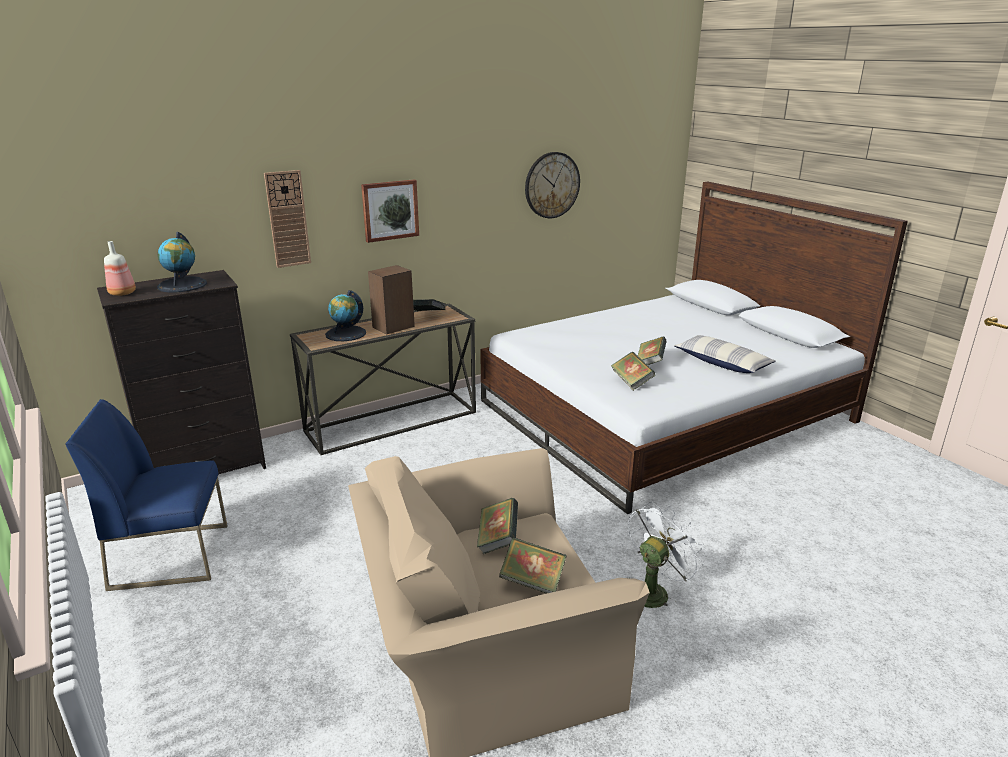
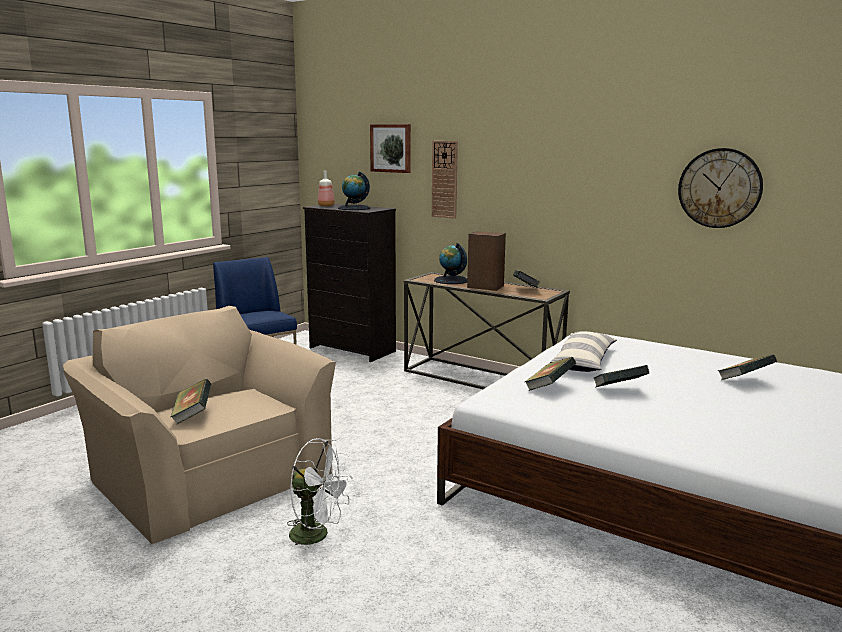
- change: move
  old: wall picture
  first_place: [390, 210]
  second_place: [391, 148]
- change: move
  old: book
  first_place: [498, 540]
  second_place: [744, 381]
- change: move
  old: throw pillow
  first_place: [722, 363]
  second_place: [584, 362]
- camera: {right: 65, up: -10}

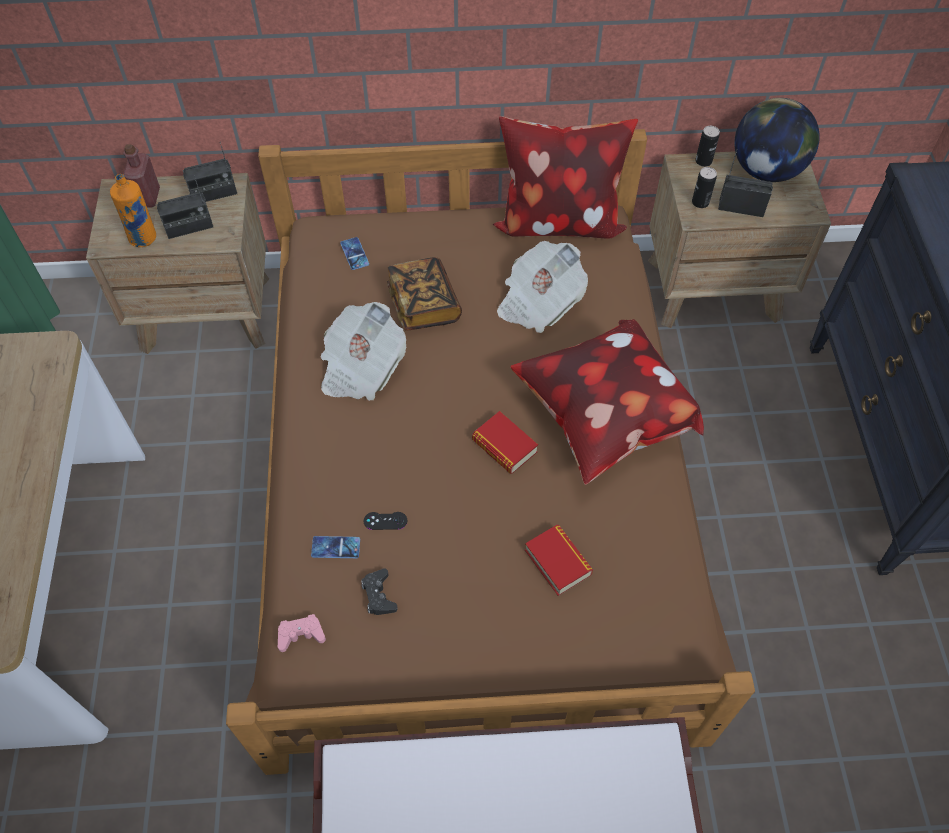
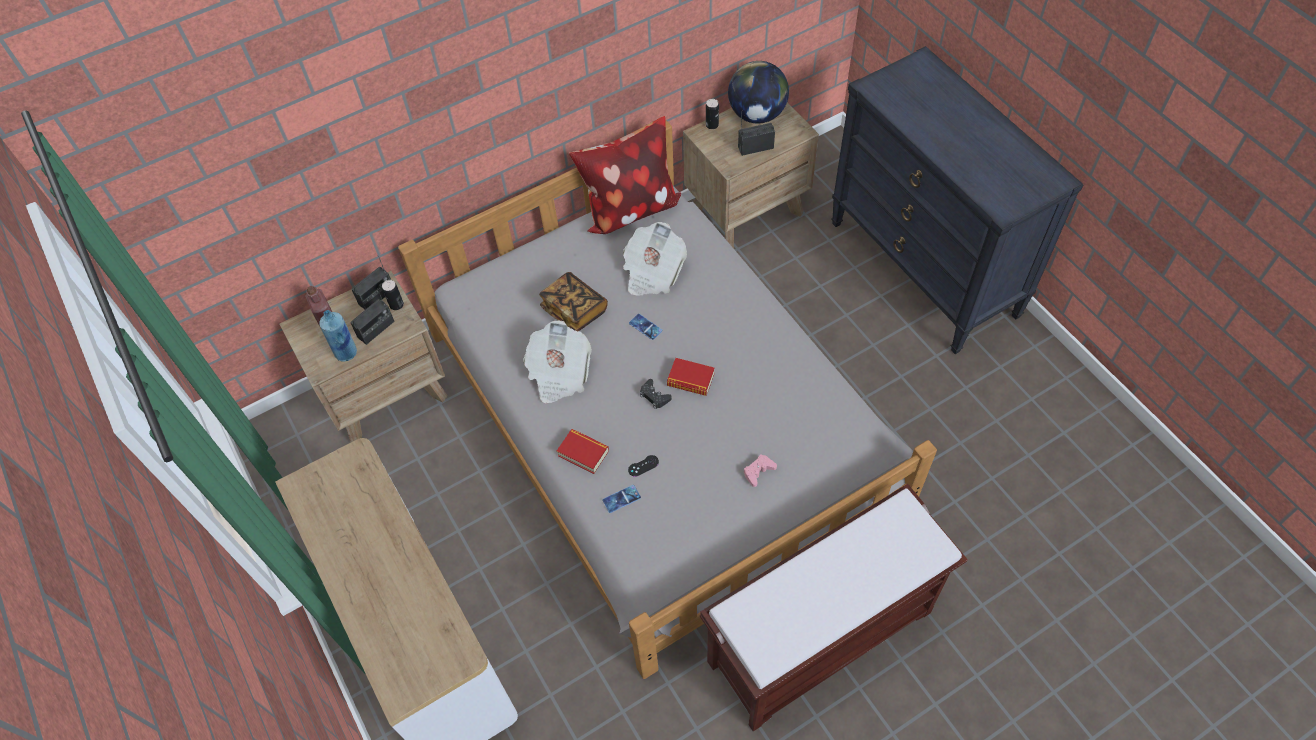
- change: recolor
  old: drink bottle/orange
  new: drink bottle/bluish
  first_place: [143, 238]
  second_place: [346, 352]
- change: recolor
  old: bedroom bed/brownish
  new: bedroom bed/greyish
  first_place: [472, 477]
  second_place: [660, 418]
- change: move
  old: joypad/pink-coloured
  first_place: [301, 634]
  second_place: [758, 471]
- change: move
  old: phone
  first_place: [354, 254]
  second_place: [645, 327]
- change: move
  old: joypad/blackish
  first_place: [379, 595]
  second_place: [654, 396]
- change: delete
  old: throw pillow
  first_place: [602, 423]
- change: move
  old: book
  first_place: [557, 562]
  second_place: [583, 453]
- change: move
  old: can
  first_place: [700, 202]
  second_place: [396, 305]
- camera: {right: -25, up: 0}

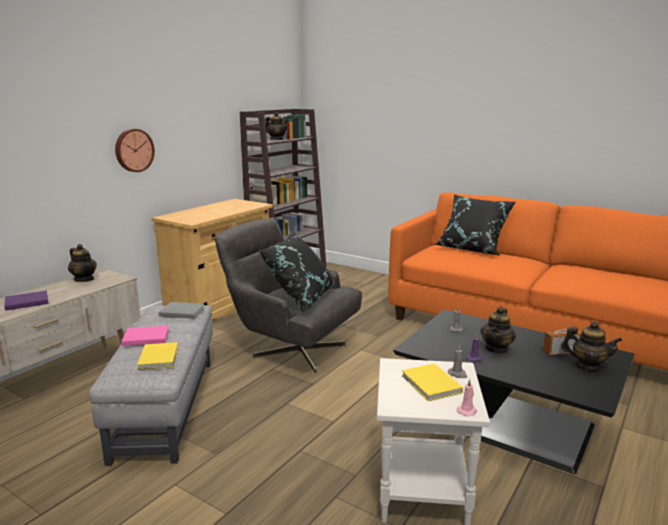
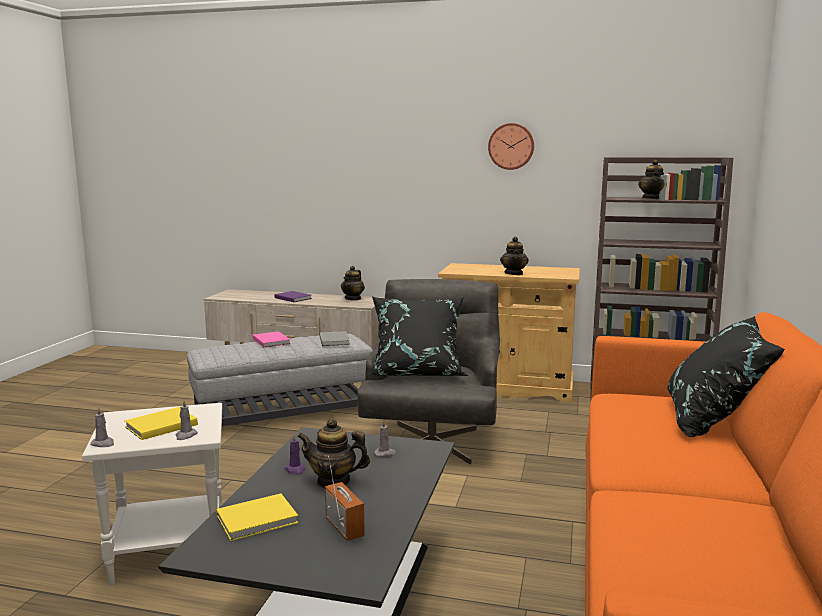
- change: move
  old: wall clock
  first_place: [133, 150]
  second_place: [511, 146]
- change: move
  old: book/yellowish
  first_place: [159, 357]
  second_place: [259, 520]
- change: recolor
  old: wax candle/pink-coloured
  new: wax candle/greyish
  first_place: [467, 411]
  second_place: [103, 444]
- change: move
  old: teapot
  first_place: [587, 366]
  second_place: [514, 273]
- camera: {right: 70, up: -5}

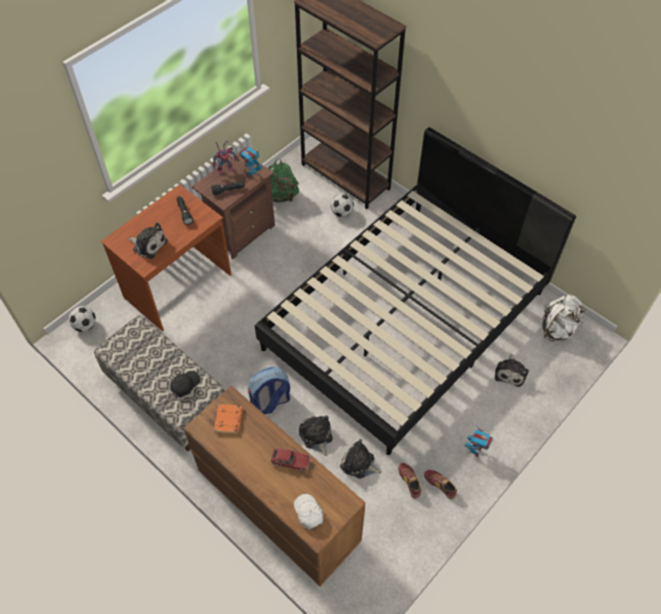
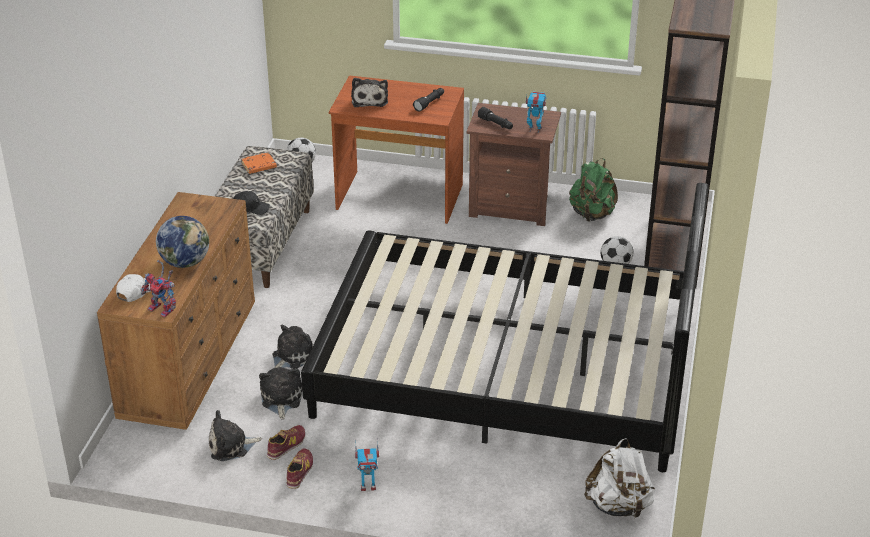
- change: move
  old: toy robot
  first_place: [226, 168]
  second_place: [164, 310]
- change: move
  old: book/orange
  first_place: [229, 420]
  second_place: [259, 166]
- change: delete
  old: rucksack
  first_place: [270, 402]
- change: replace
  old: miniature car
  new: desk globe
  first_place: [290, 461]
  second_place: [185, 262]
- change: move
  old: soft toy
  first_place: [510, 372]
  second_place: [231, 446]
- camera: {right: 60, up: -20}

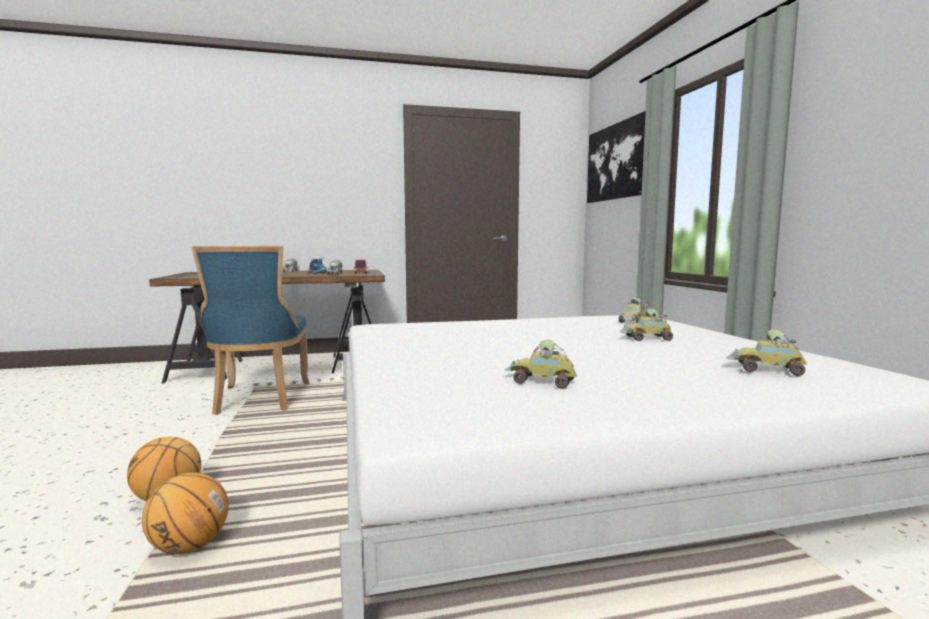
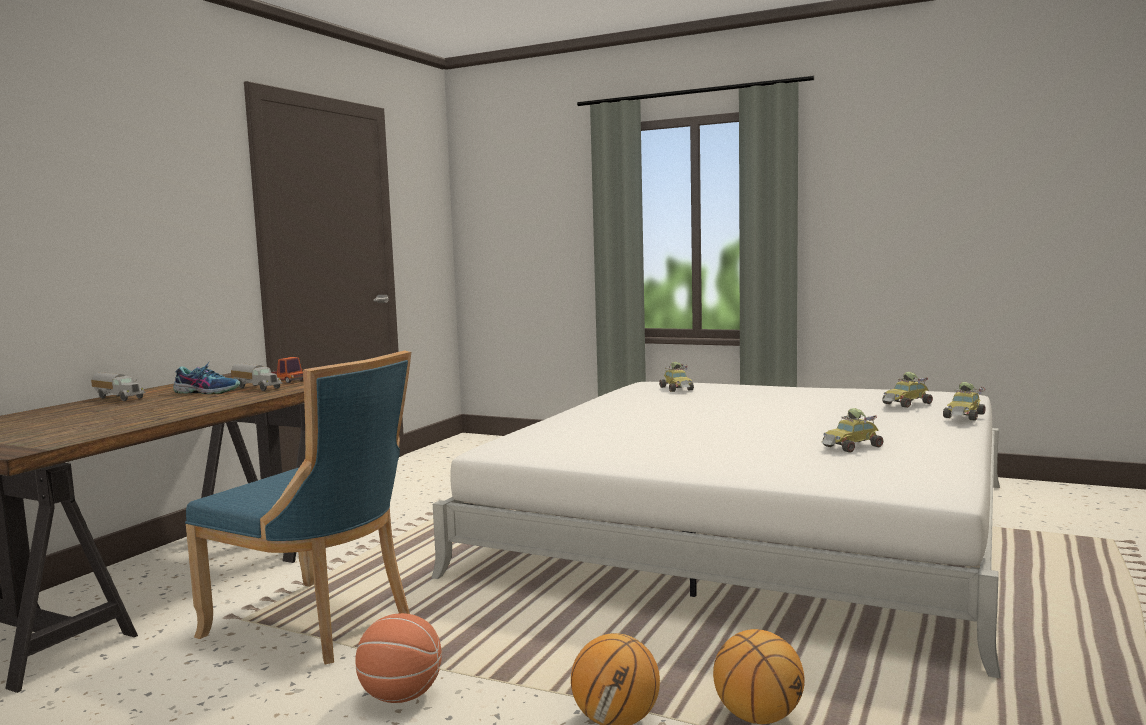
- change: delete
  old: wall picture
  first_place: [617, 161]
- change: move
  old: miniature car
  first_place: [647, 338]
  second_place: [964, 416]
- change: insert
  new: basketball ball
  second_place: [400, 696]
- camera: {right: -50, up: 0}

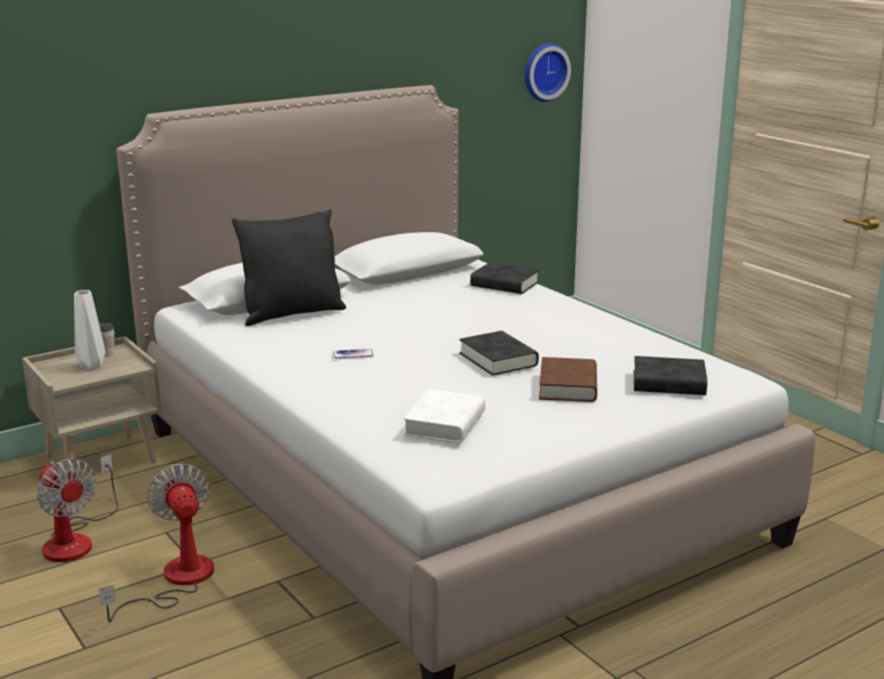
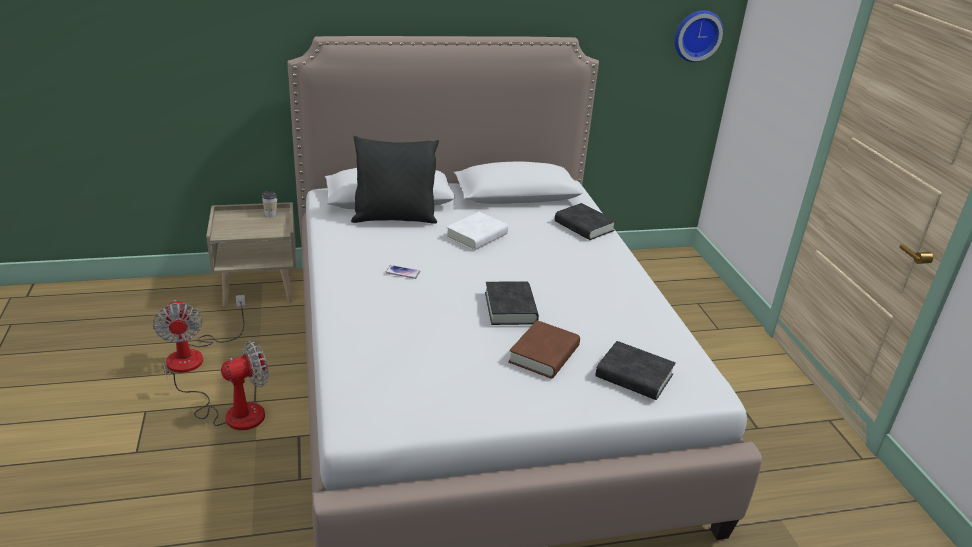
- change: delete
  old: flower vase/whitish
  first_place: [91, 366]
- change: rotate
  old: cooling fan
  first_place: [176, 581]
  second_place: [232, 413]
  degrees: 60
- change: move
  old: book/whitish
  first_place: [445, 424]
  second_place: [477, 236]
- camera: {right: 20, up: 10}

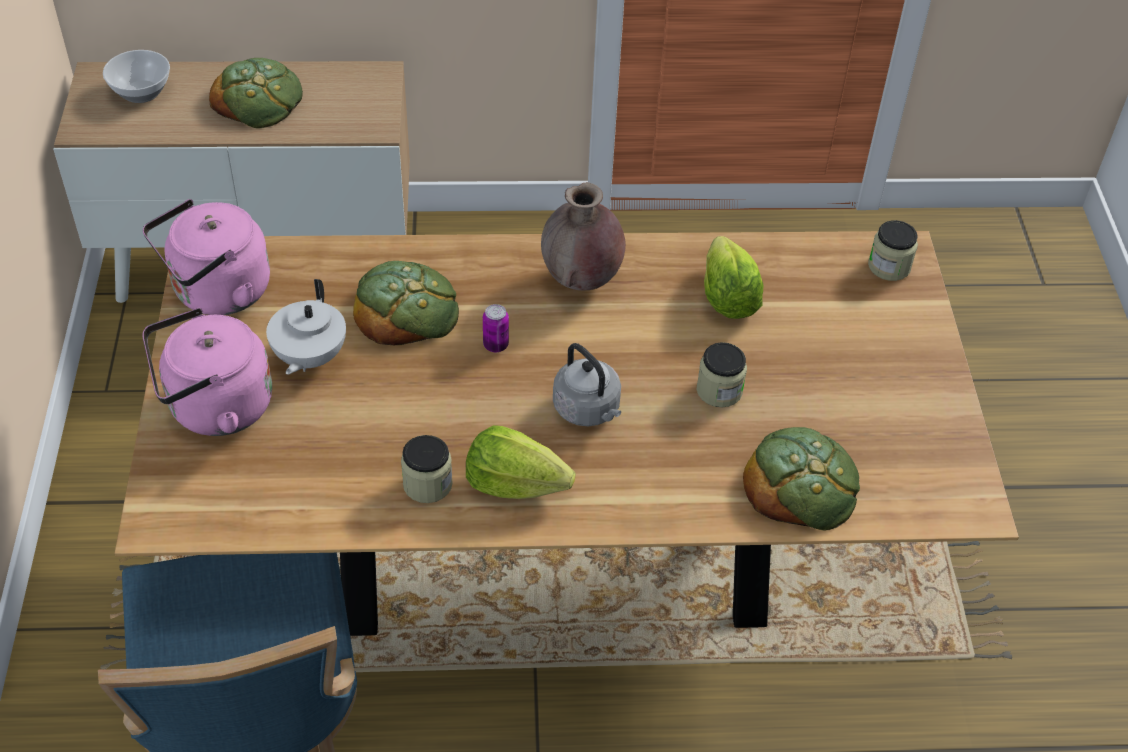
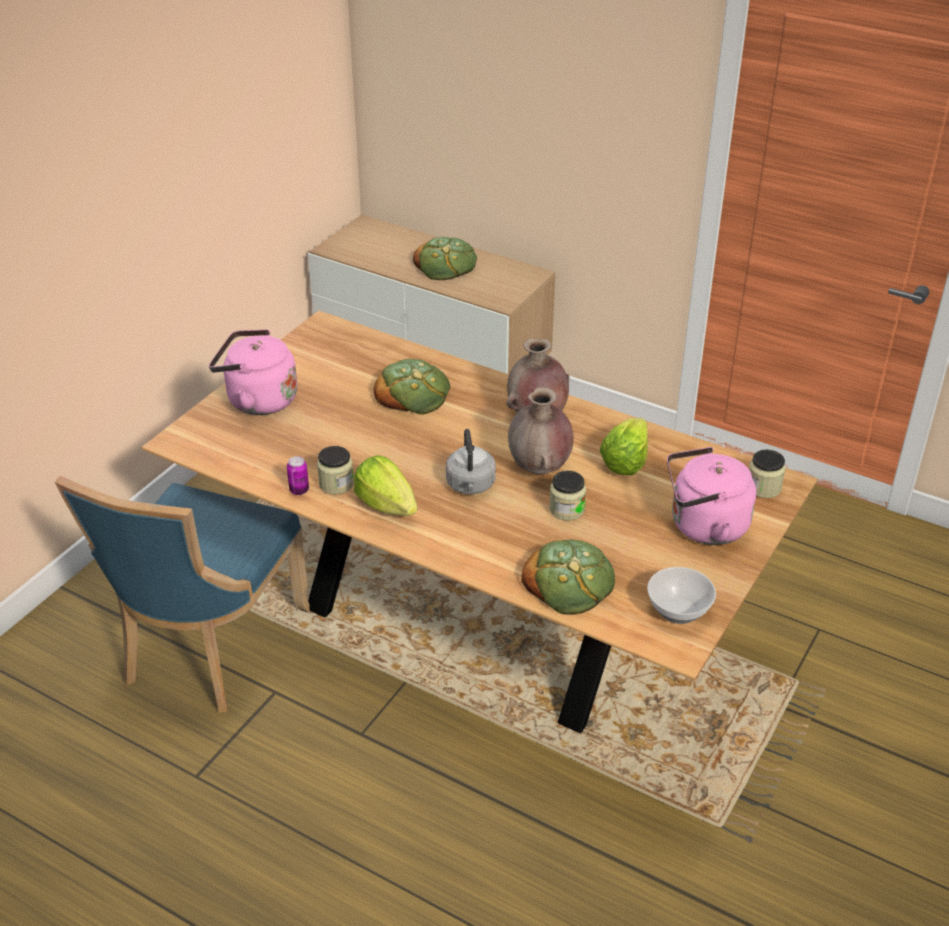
- change: move
  old: serving bowl
  first_place: [141, 91]
  second_place: [678, 609]
- change: move
  old: water kettle/pink-coloured
  first_place: [217, 293]
  second_place: [704, 526]
- change: delete
  old: teapot/whitish
  first_place: [309, 357]
- change: move
  old: can
  first_place: [495, 345]
  second_place: [299, 490]
- change: insert
  new: flower vase/brownish
  second_place: [539, 469]
- camera: {right: 35, up: -10}

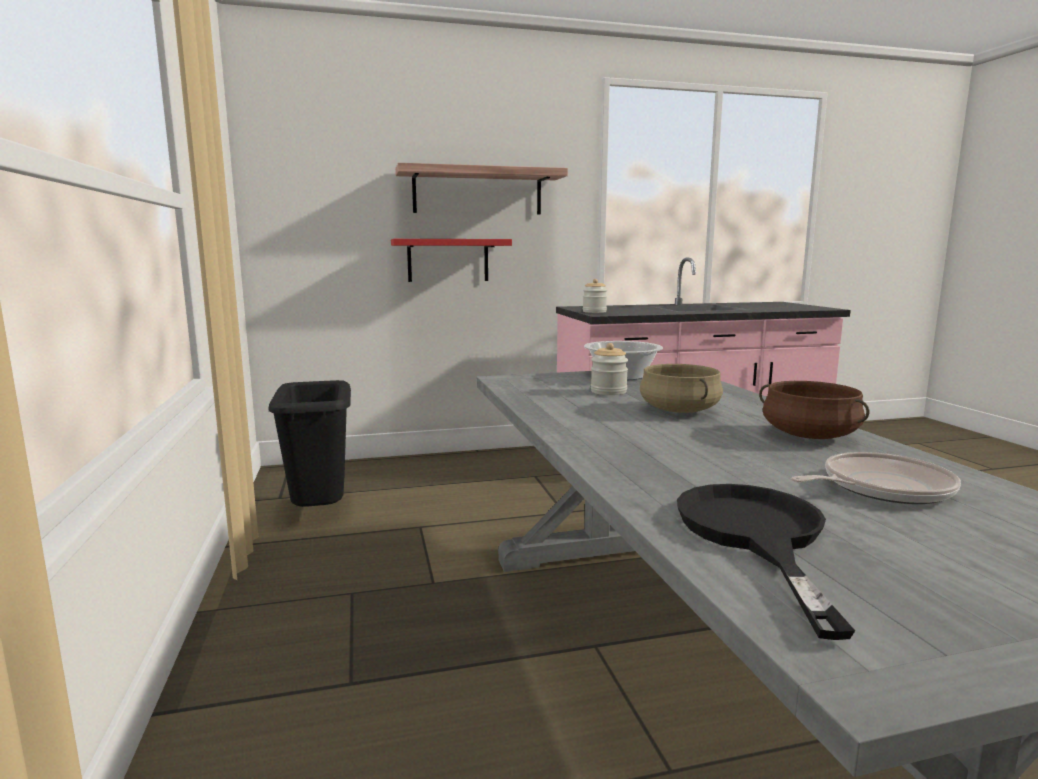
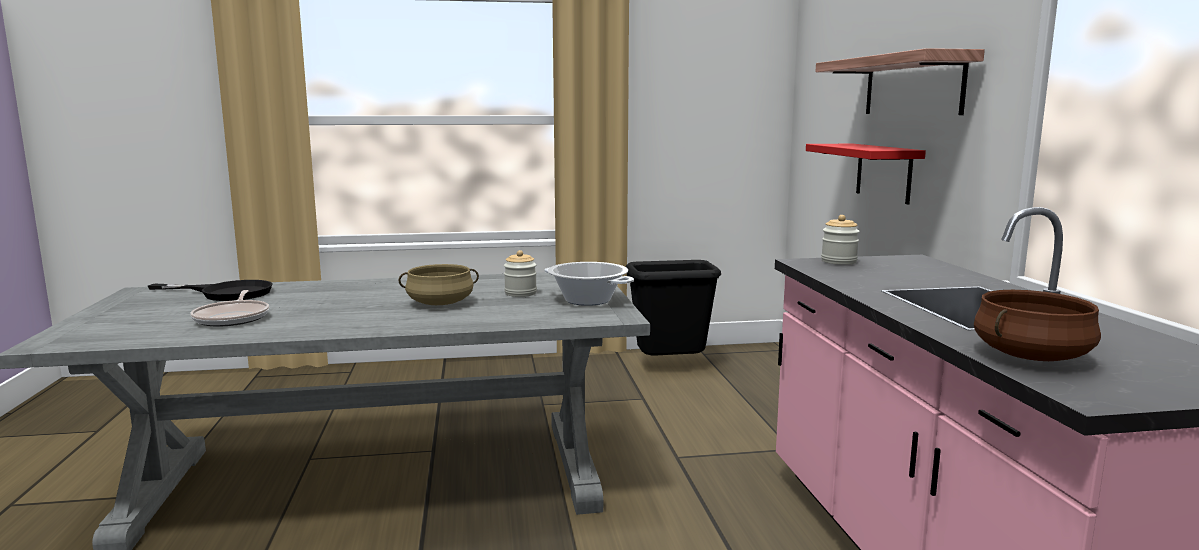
- change: move
  old: saucepot/brownish
  first_place: [809, 435]
  second_place: [1030, 355]
- camera: {right: 95, up: 0}

